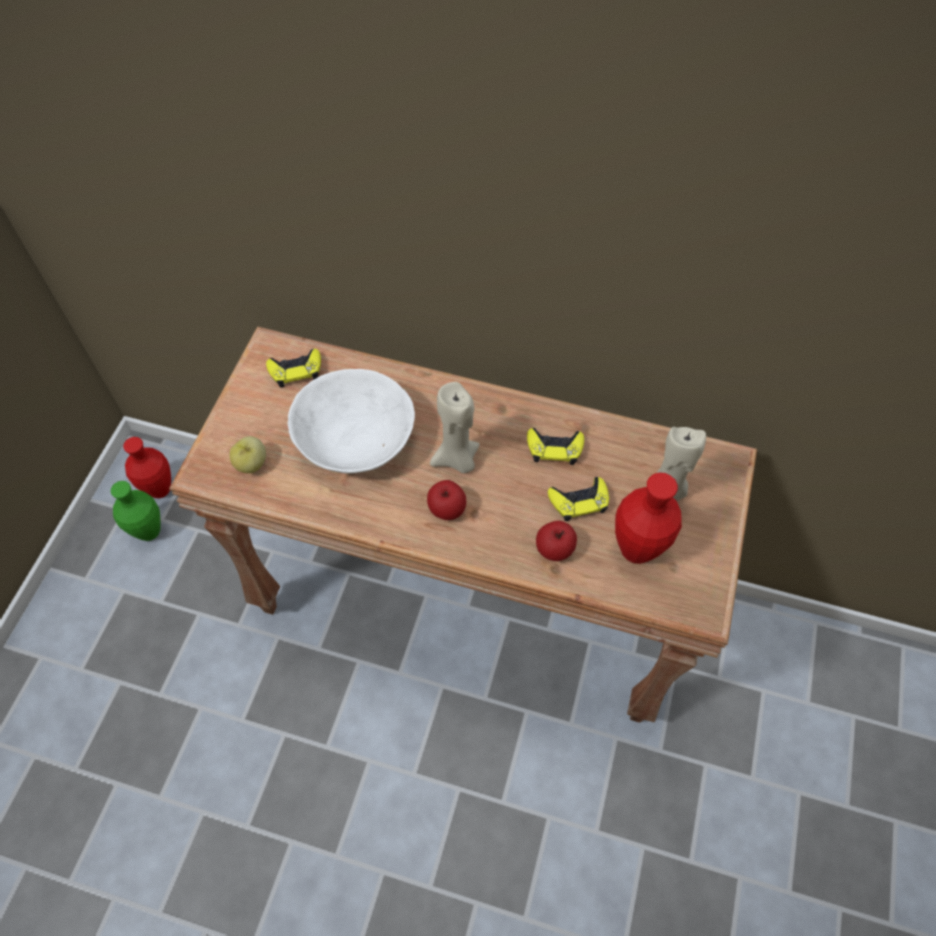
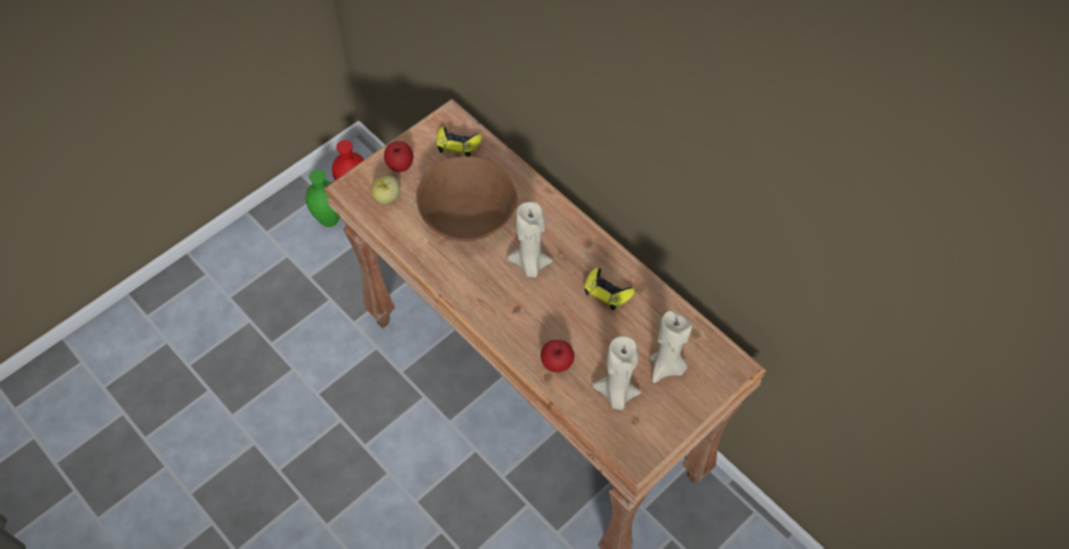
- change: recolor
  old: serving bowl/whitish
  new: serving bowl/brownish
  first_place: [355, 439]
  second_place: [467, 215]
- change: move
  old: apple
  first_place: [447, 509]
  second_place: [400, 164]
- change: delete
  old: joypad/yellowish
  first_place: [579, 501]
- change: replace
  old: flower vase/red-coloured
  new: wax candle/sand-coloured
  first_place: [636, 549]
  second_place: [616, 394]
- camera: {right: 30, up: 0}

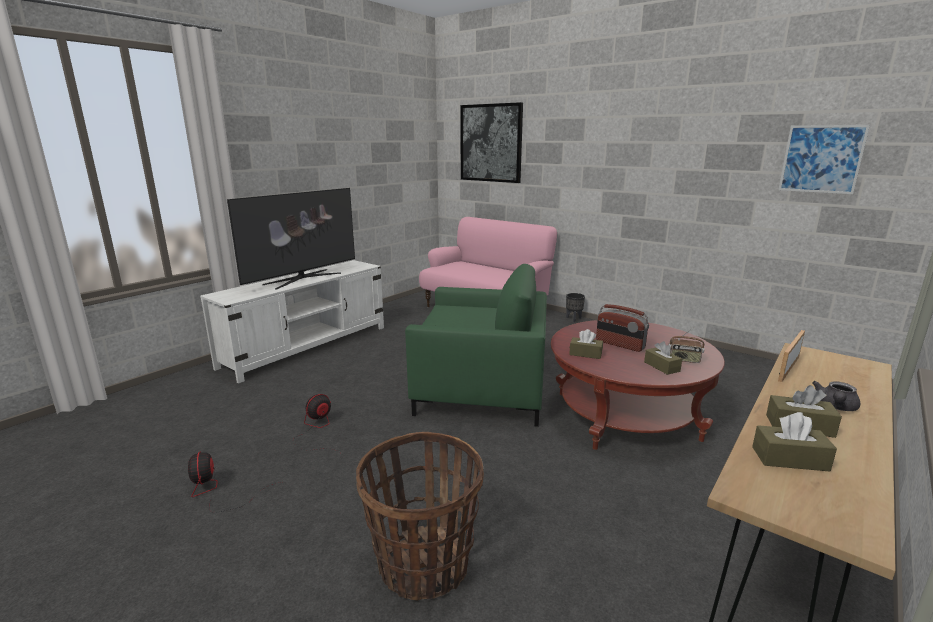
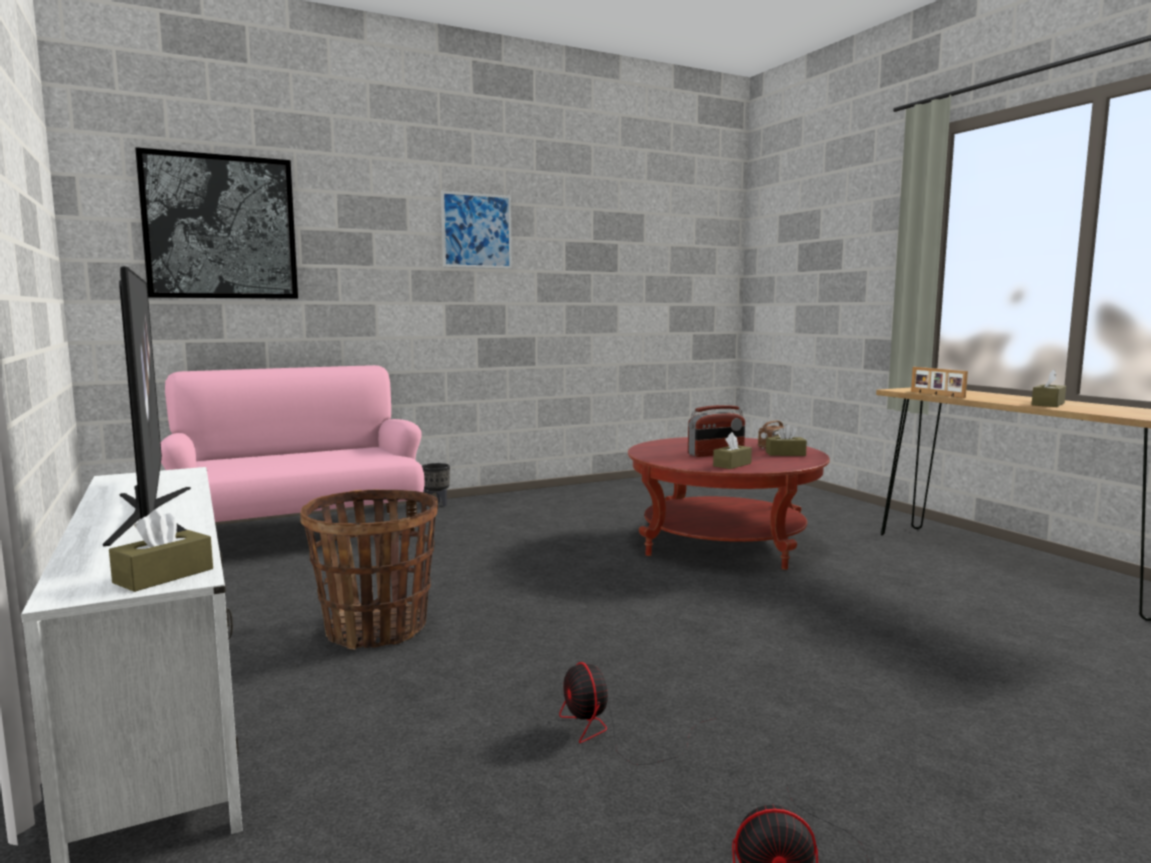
- change: move
  old: basket
  first_place: [423, 565]
  second_place: [376, 629]
- change: delete
  old: armchair/greenish
  first_place: [482, 390]
- change: move
  old: tissue box/brownish
  first_place: [789, 459]
  second_place: [164, 576]
- change: move
  old: wall picture
  first_place: [821, 159]
  second_place: [477, 230]
- change: delete
  old: teapot/greyish
  first_place: [835, 407]
- camera: {right: -65, up: -10}

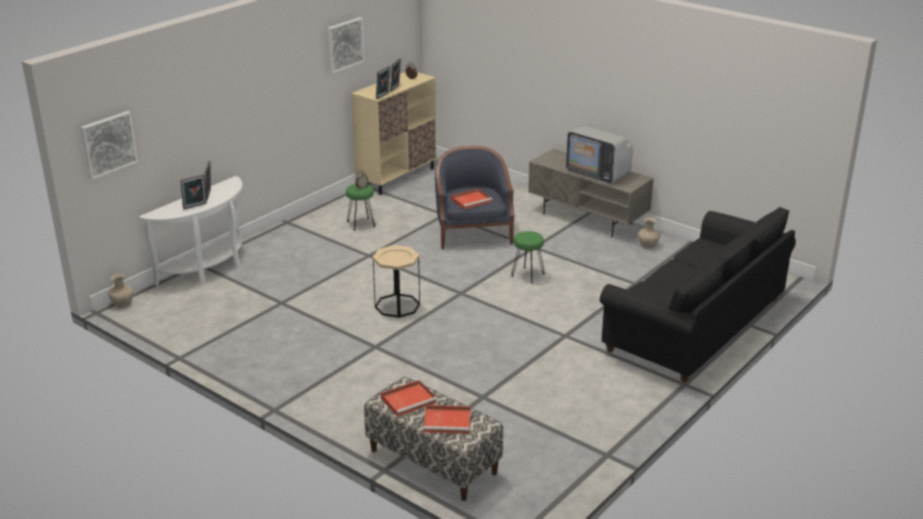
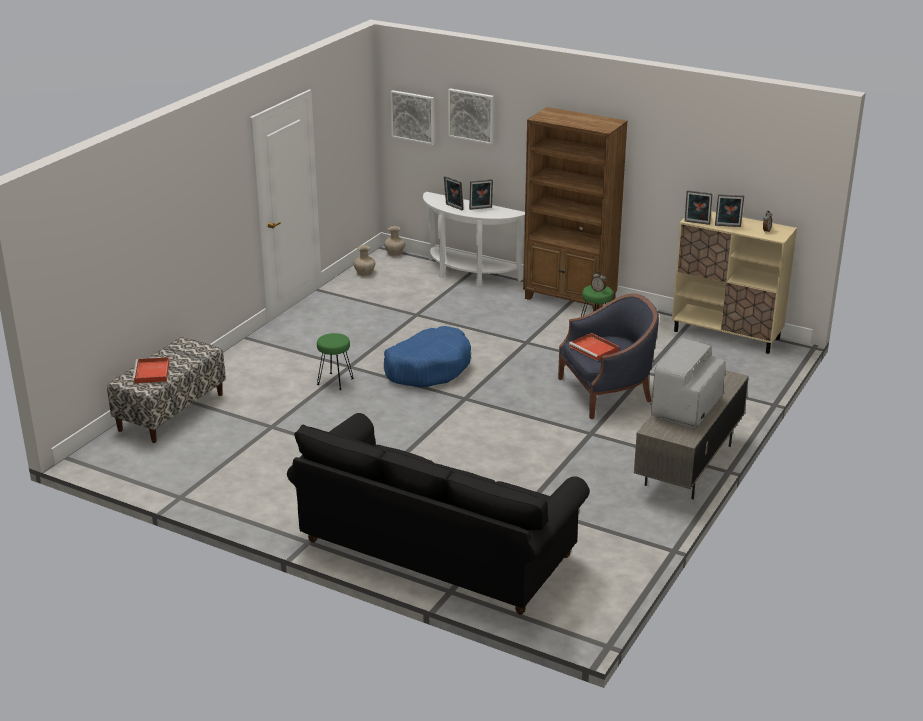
- change: move
  old: wall picture
  first_place: [345, 44]
  second_place: [471, 116]
- change: replace
  old: end table/sand-coloured
  new: dog cushion/bluish
  first_place: [397, 305]
  second_place: [428, 368]
- change: delete
  old: serving tray/red-coloured
  first_place: [409, 399]
- change: move
  old: stool seat/greenish
  first_place: [527, 275]
  second_place: [335, 381]
- change: move
  old: flower vase/sand-coloured
  first_place: [647, 245]
  second_place: [365, 273]
- change: insert
  new: bookcase/brownish
  second_place: [570, 300]
- camera: {right: 80, up: 0}

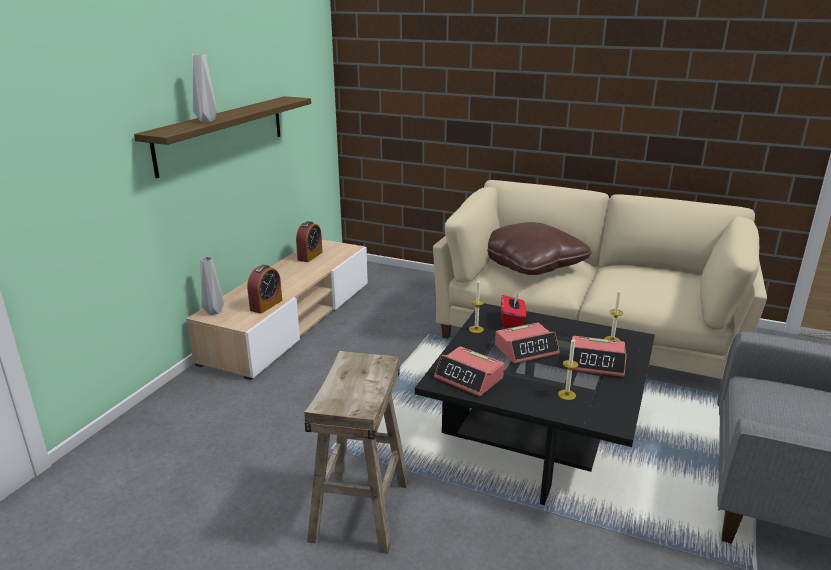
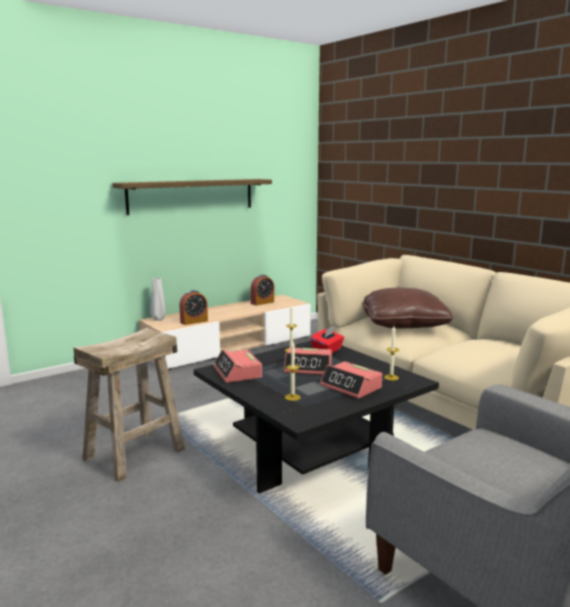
- change: delete
  old: flower vase/greyish
  first_place: [206, 121]
- camera: {right: 30, up: -10}

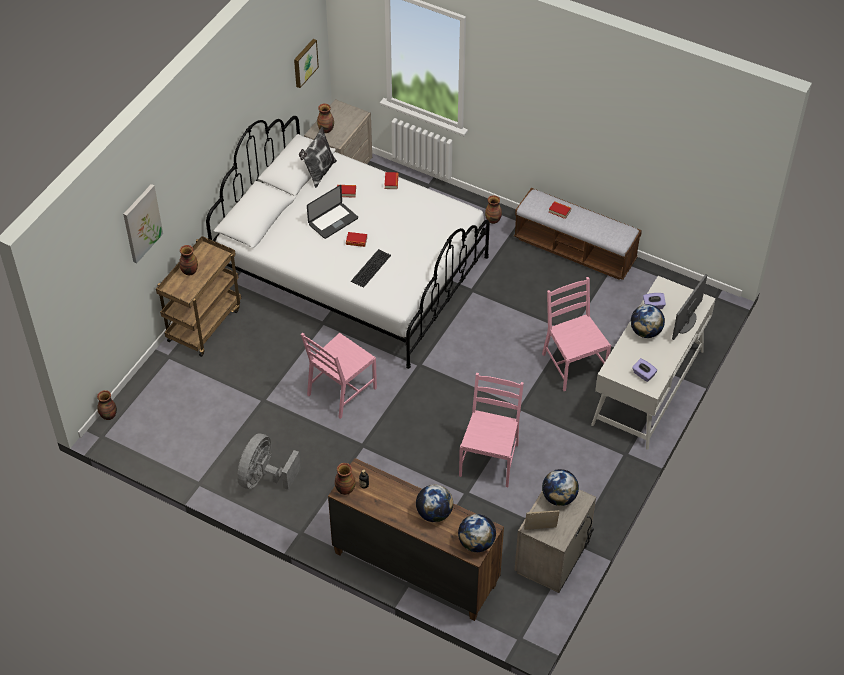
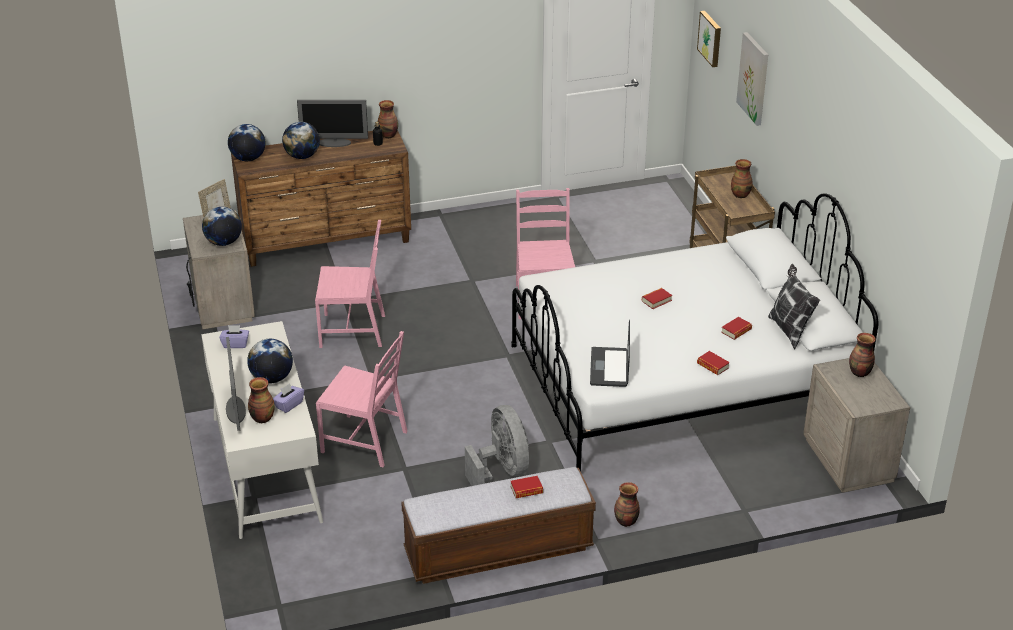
- change: move
  old: flower vase
  first_place: [109, 415]
  second_place: [262, 418]
- change: move
  old: cooling fan/greyish
  first_place: [264, 478]
  second_place: [501, 471]
- change: move
  old: wall picture
  first_place: [304, 62]
  second_place: [711, 38]
- change: move
  old: laptop
  first_place: [333, 221]
  second_place: [609, 368]
- change: delete
  old: PC keyboard
  first_place: [370, 267]
- change: rotate
  old: upright chair/pink-coloured
  first_place: [489, 459]
  second_place: [353, 330]
  degrees: -60
- change: insert
  new: computer screen
  second_place: [334, 143]
- camera: {right: 135, up: -15}

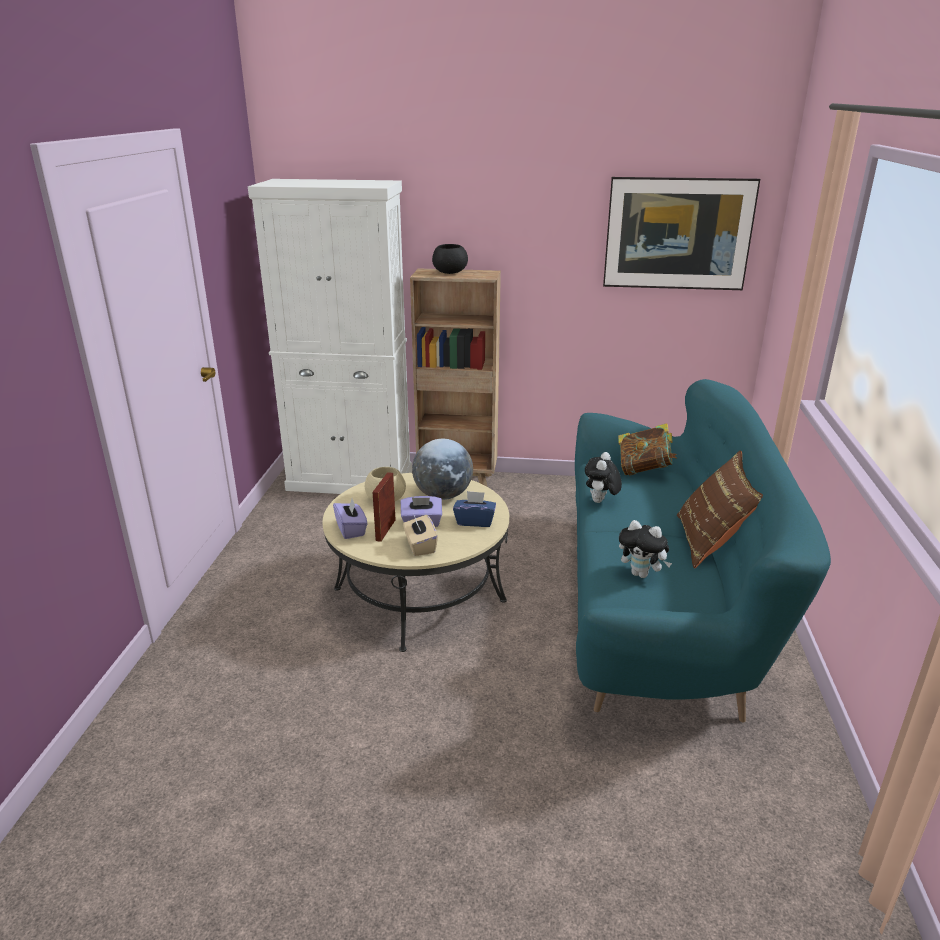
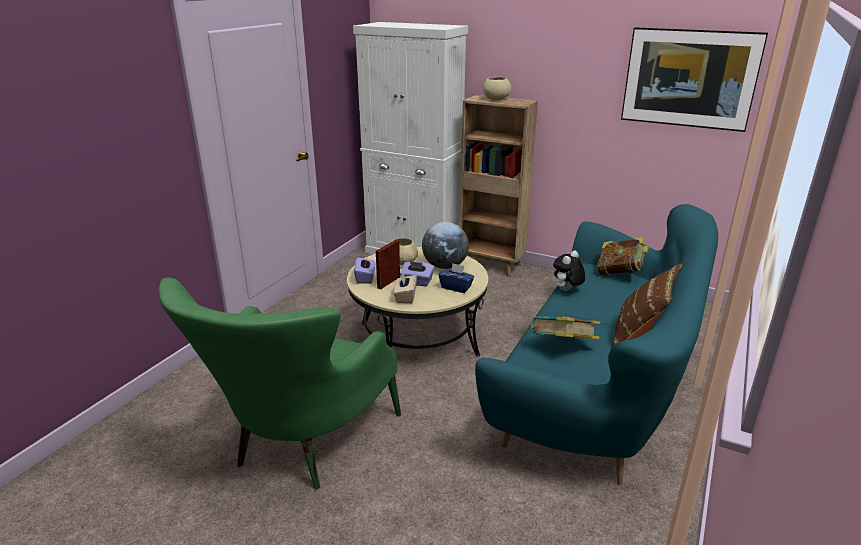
- change: recolor
  old: serving bowl/blackish
  new: serving bowl/sand-coloured
  first_place: [449, 272]
  second_place: [495, 99]
- change: replace
  old: soft toy
  new: book
  first_place: [641, 574]
  second_place: [562, 347]
- change: insert
  new: armchair/greenish
  second_place: [299, 449]
- camera: {right: 20, up: 0}

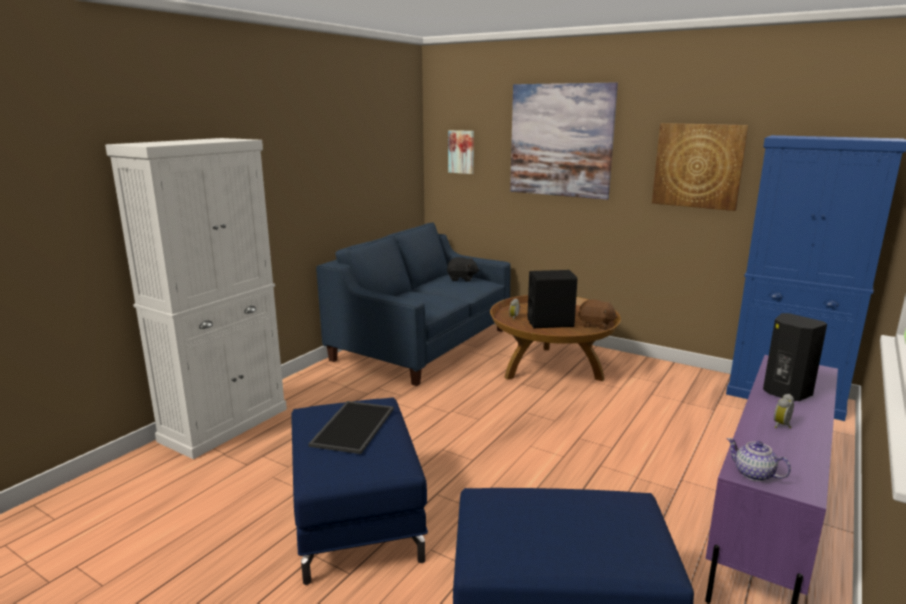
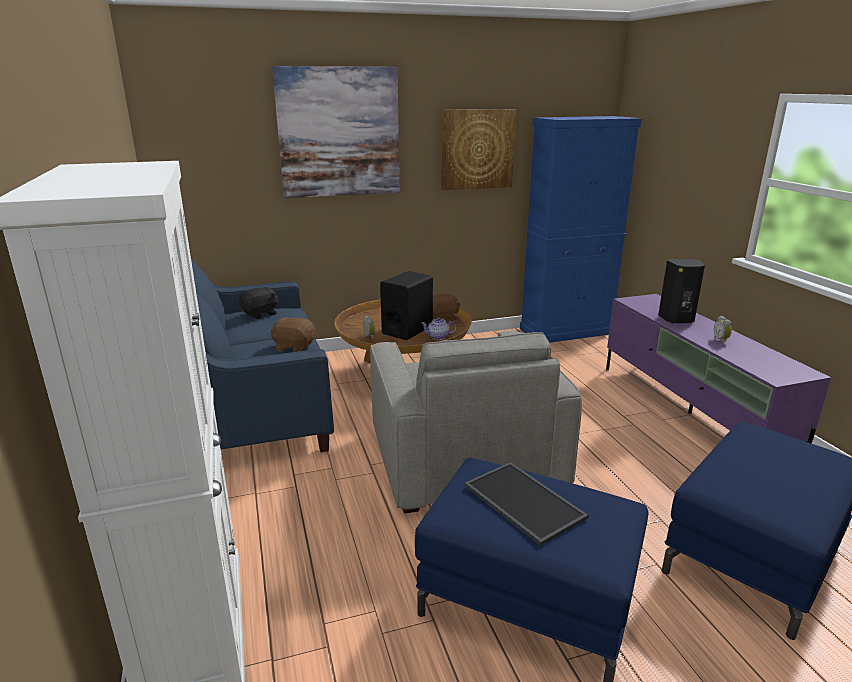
- change: delete
  old: wall picture
  first_place: [461, 152]
- change: move
  old: teapot
  first_place: [754, 474]
  second_place: [438, 337]
- change: insert
  new: soft toy/brownish
  second_place: [294, 347]
- change: insert
  new: armchair/greyish
  second_place: [464, 458]
- camera: {right: -50, up: 5}

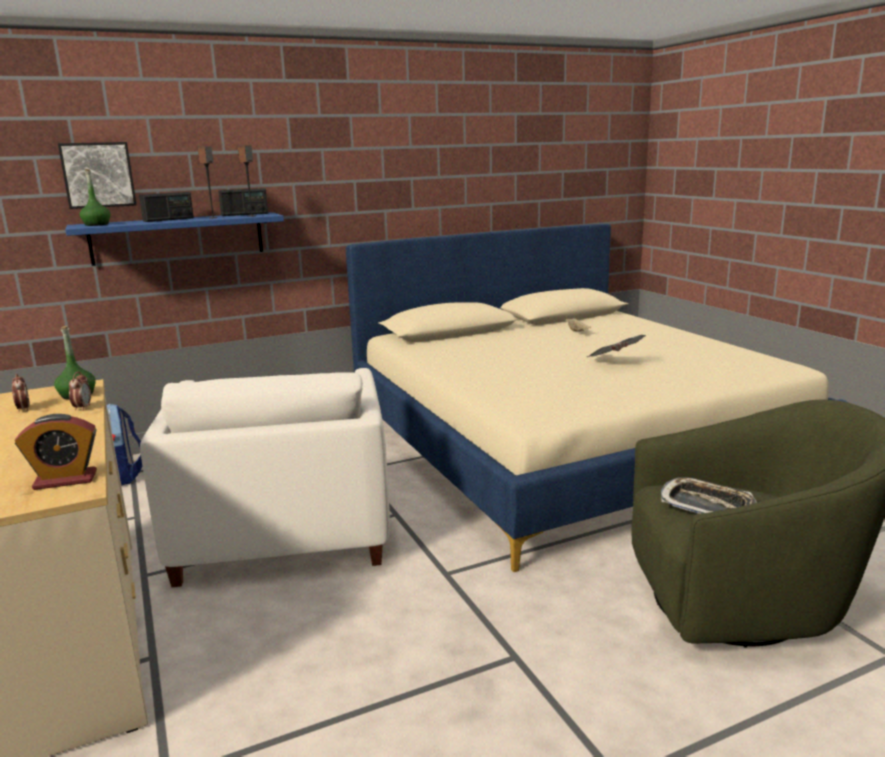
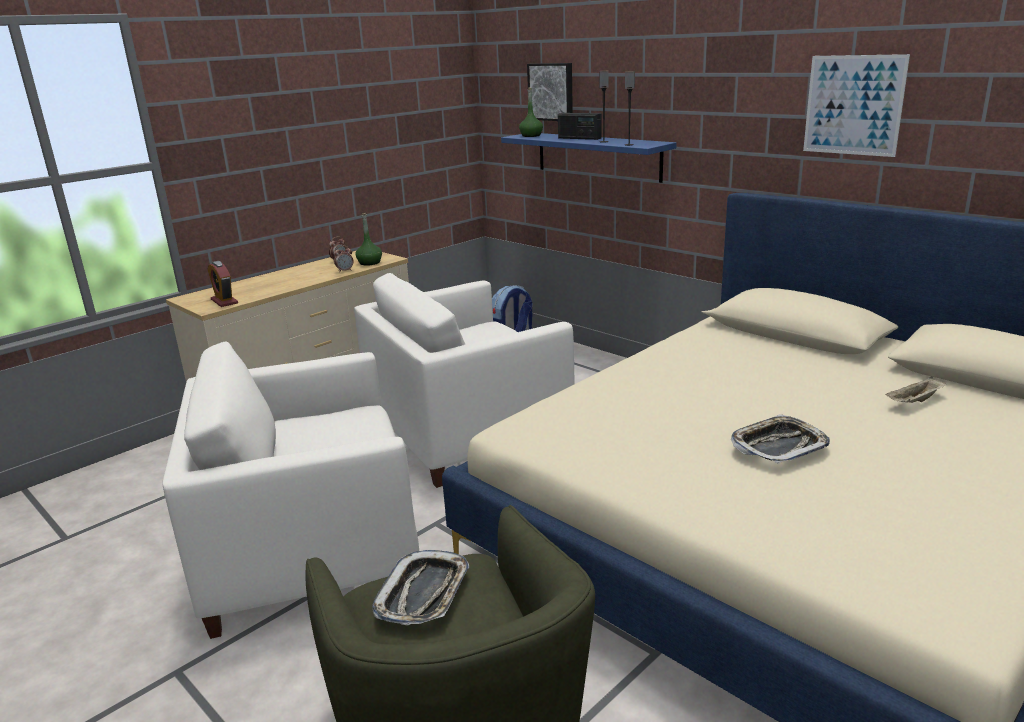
- change: delete
  old: radio
  first_place: [244, 214]
- change: replace
  old: newspaper
  new: serving tray
  first_place: [615, 361]
  second_place: [778, 445]
- change: insert
  new: armchair/whitish
  second_place: [310, 548]
- change: insert
  new: wall picture
  second_place: [853, 105]
- camera: {right: 70, up: 5}

